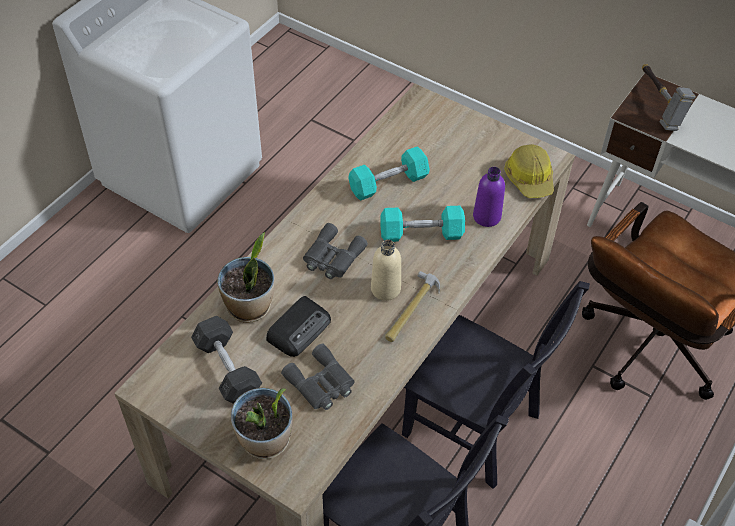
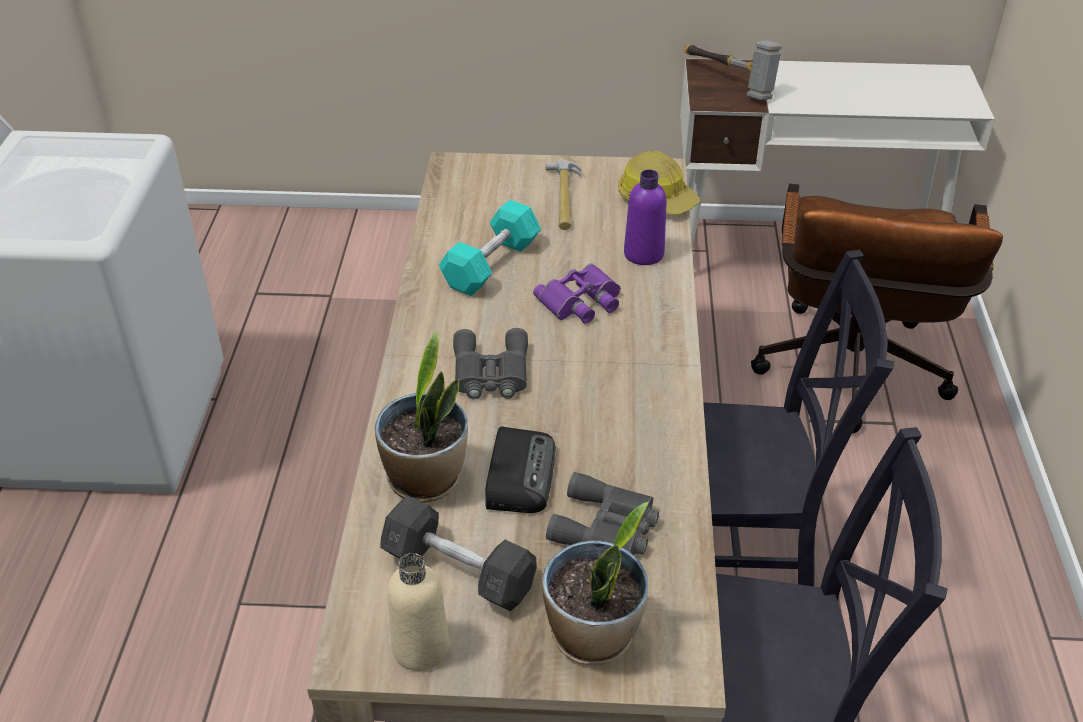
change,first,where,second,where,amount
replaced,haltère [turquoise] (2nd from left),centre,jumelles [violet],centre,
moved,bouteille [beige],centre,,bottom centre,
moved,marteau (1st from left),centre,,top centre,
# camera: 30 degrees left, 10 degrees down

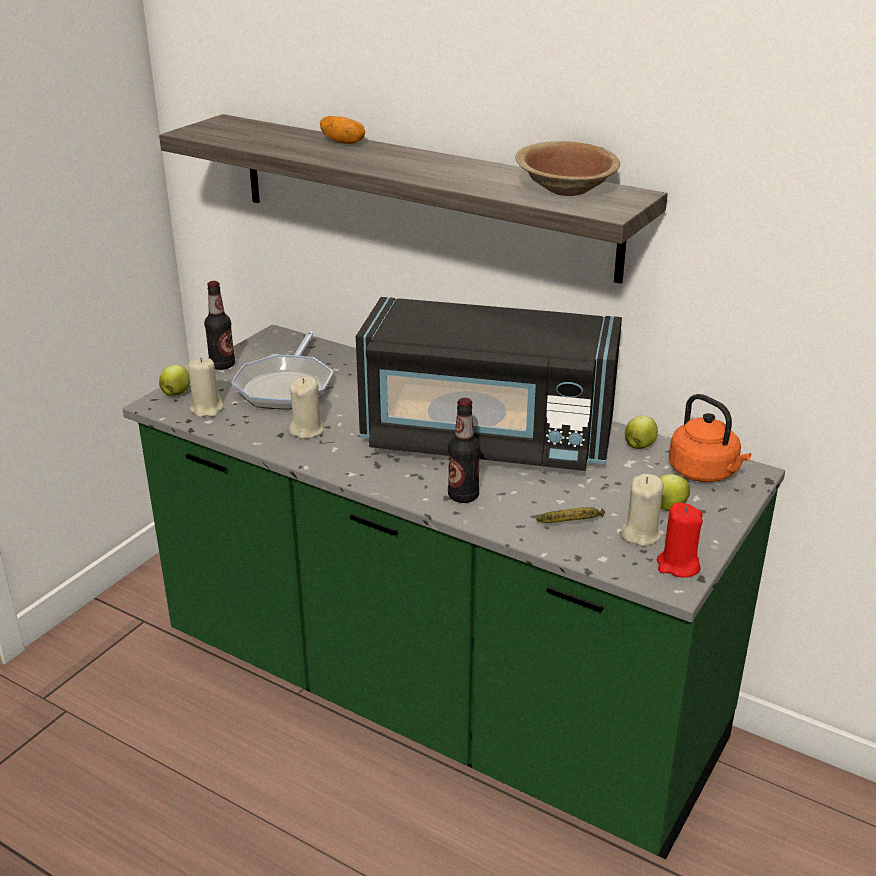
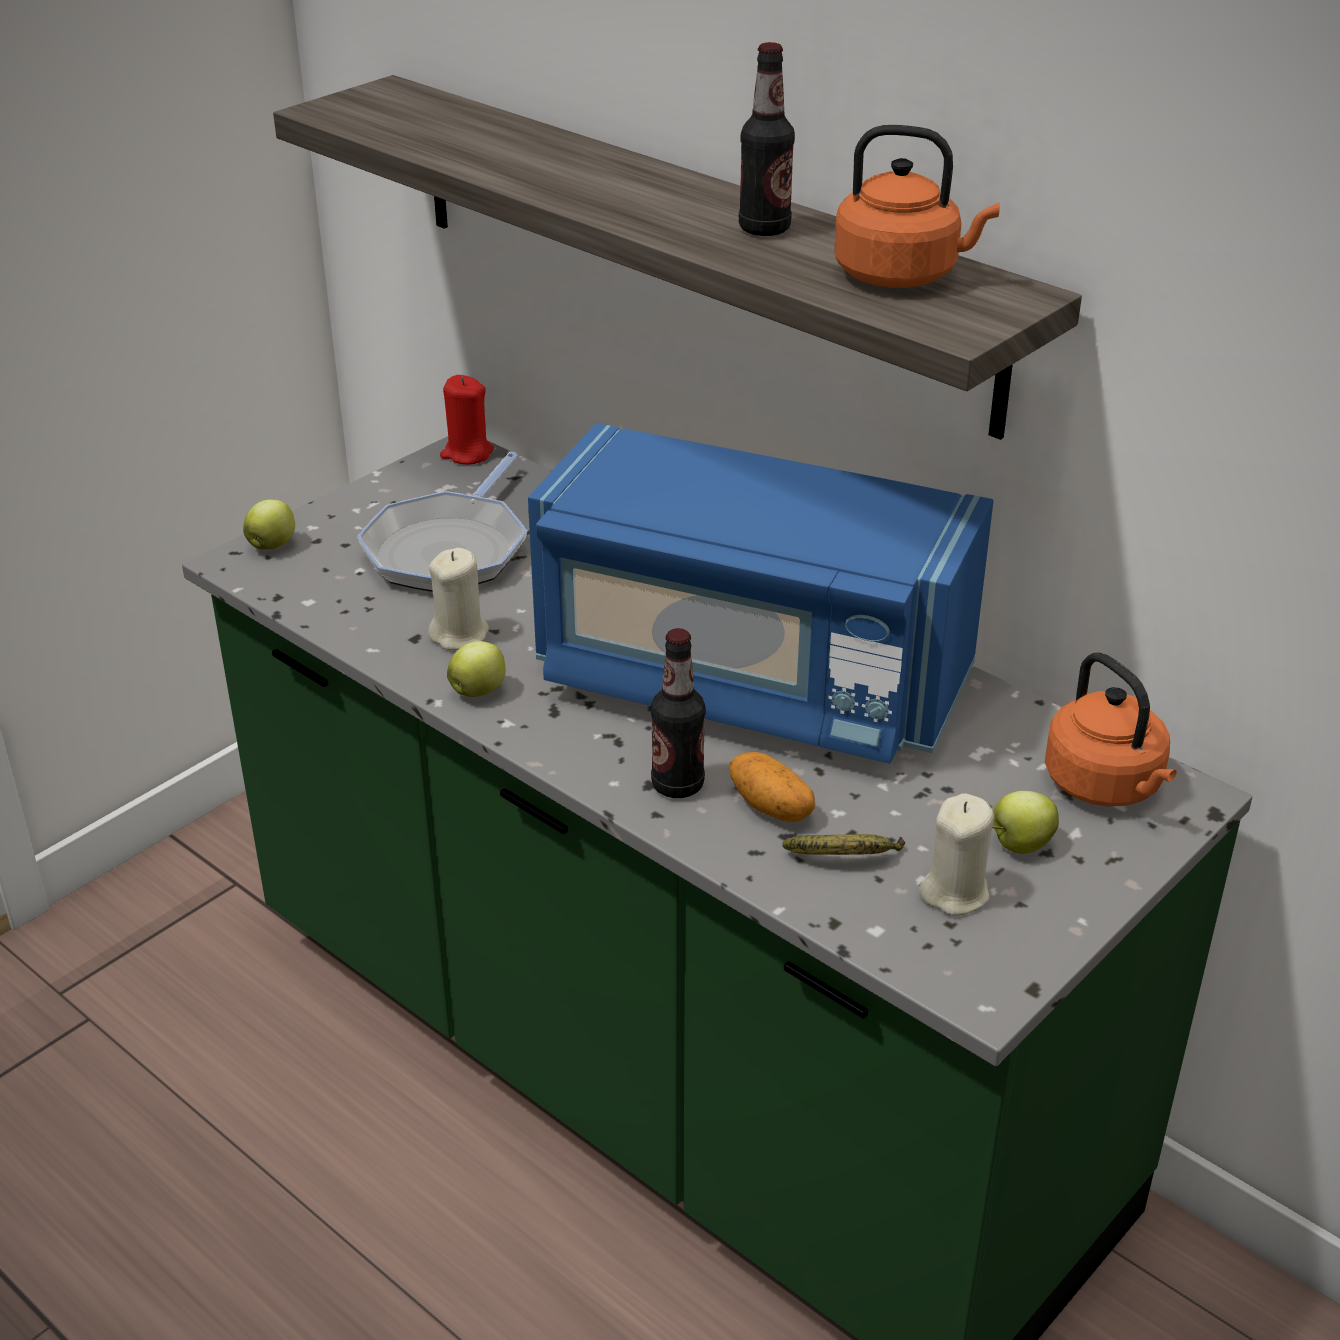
change,first,where,second,where,amount
moved,pomme de terre,top centre,,centre,
replaced,bol [marron],top centre,bouilloire [orange] (1st from left),top right,
moved,bouteille (1st from left in the first image),middle left,bouteille (2nd from left),top centre,
recoloured,micro-ondes [noir],centre,micro-ondes [bleu],centre,
removed,bougie [beige] (1st from left),middle left,,,
moved,pomme (2nd from left),middle right,,centre,
moved,bougie [rouge],middle right,,top centre,
# camera: 10 degrees right, 5 degrees up

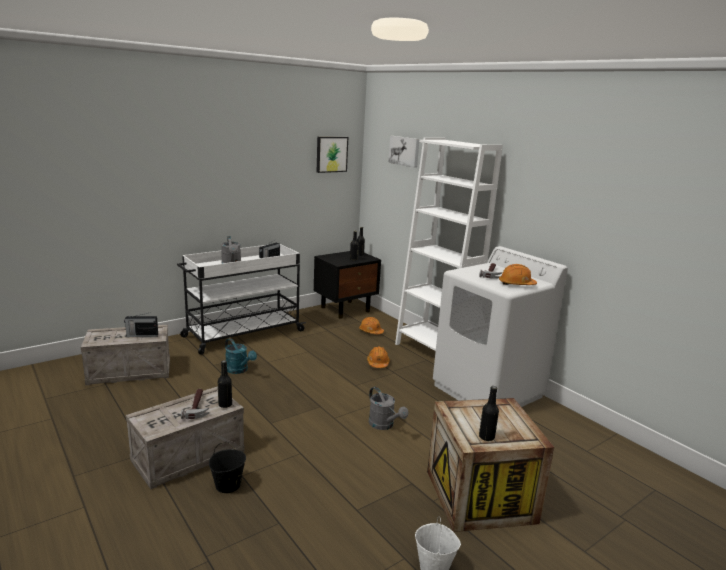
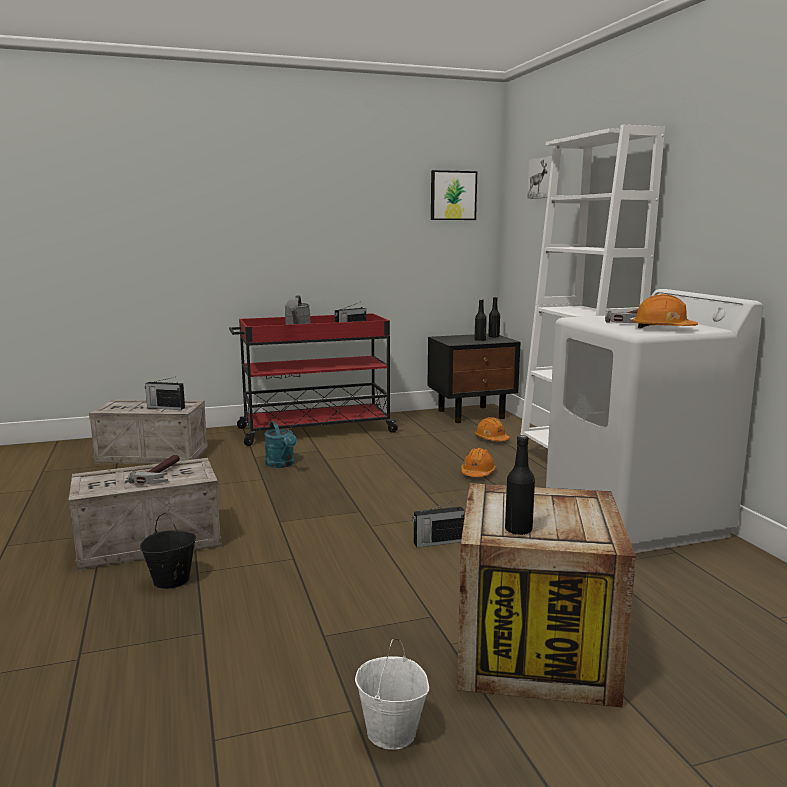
change,first,where,second,where,amount
recoloured,chariot [blanc],middle left,chariot [rouge],centre,
removed,bouteille [noir] (1st from left),bottom left,,,
replaced,arrosoir [gris] (2nd from left),bottom centre,radio (3rd from left),centre,
# camera: 20 degrees right, 5 degrees down

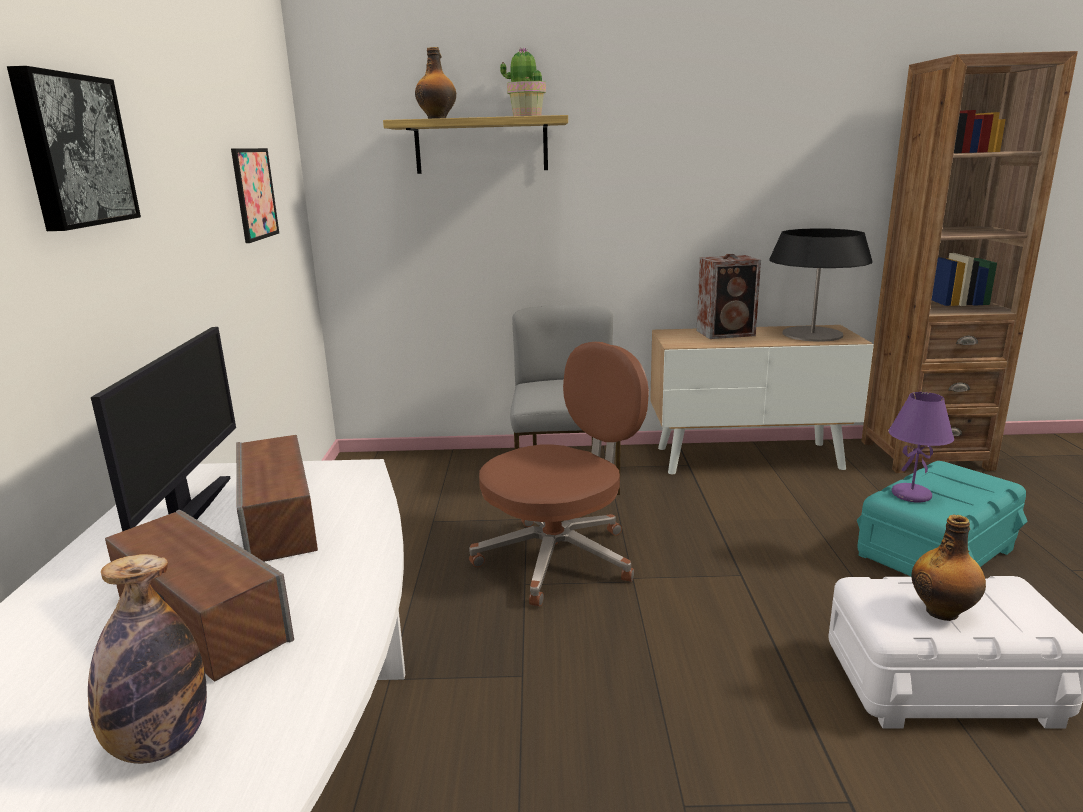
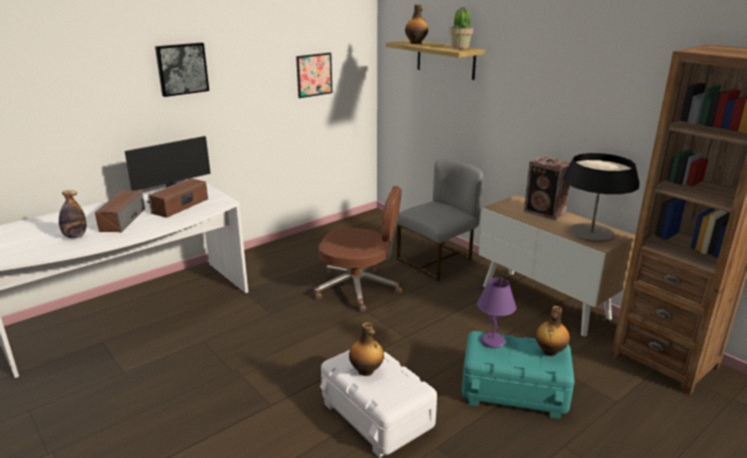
change,first,where,second,where,amount
added,,,bouteille (4th from left),bottom right,
# camera: 50 degrees right, 5 degrees up

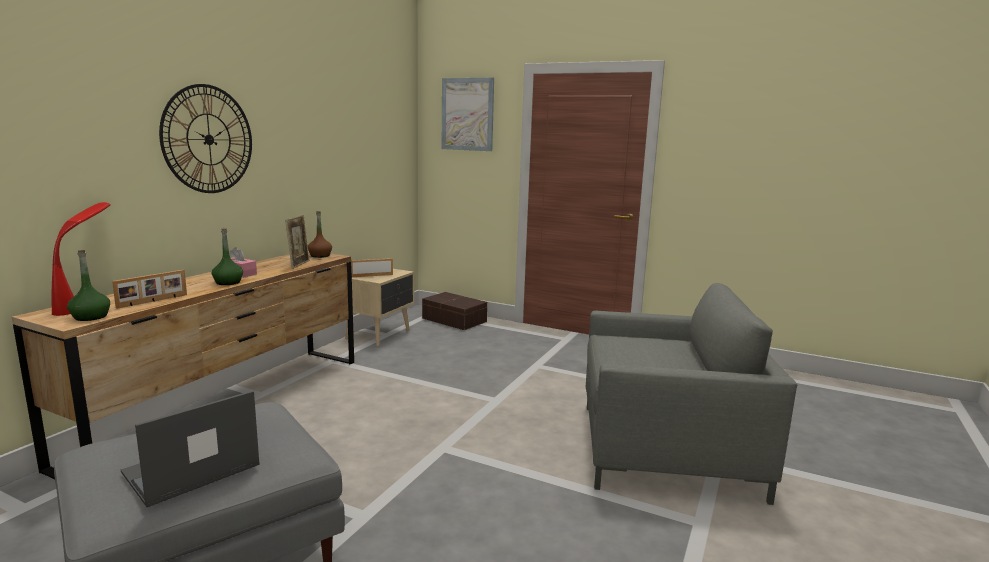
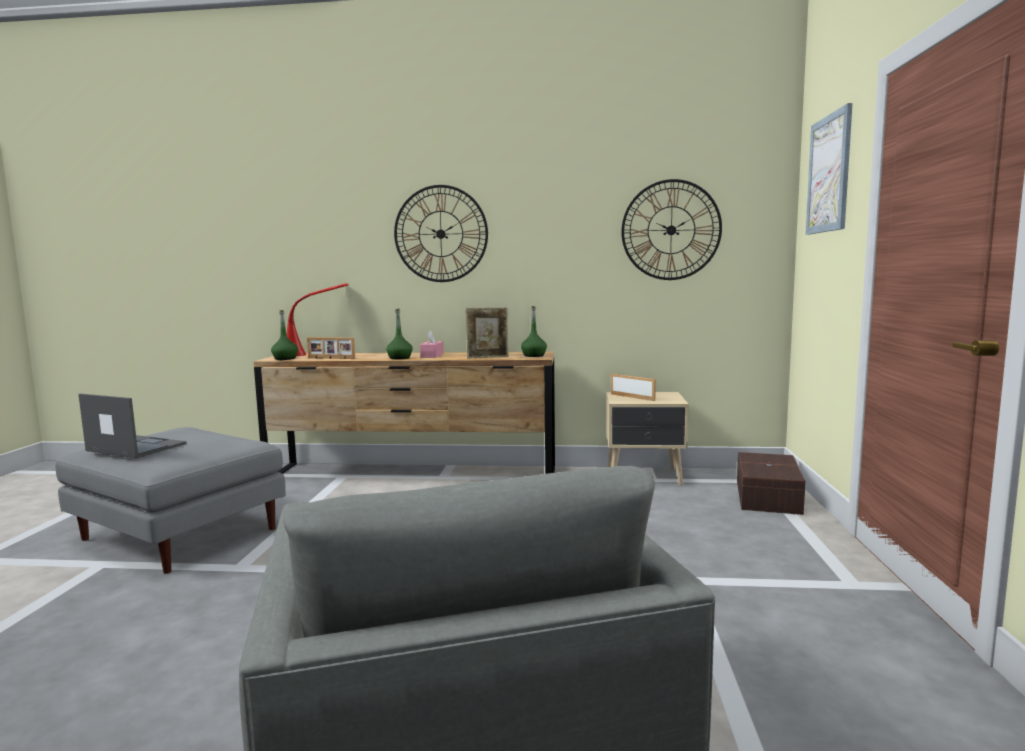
change,first,where,second,where,amount
recoloured,bouteille [marron],middle left,bouteille [vert] (3rd from left),centre,
added,,,horloge murale (2nd from left),top centre,
# camera: 70 degrees right, 5 degrees down

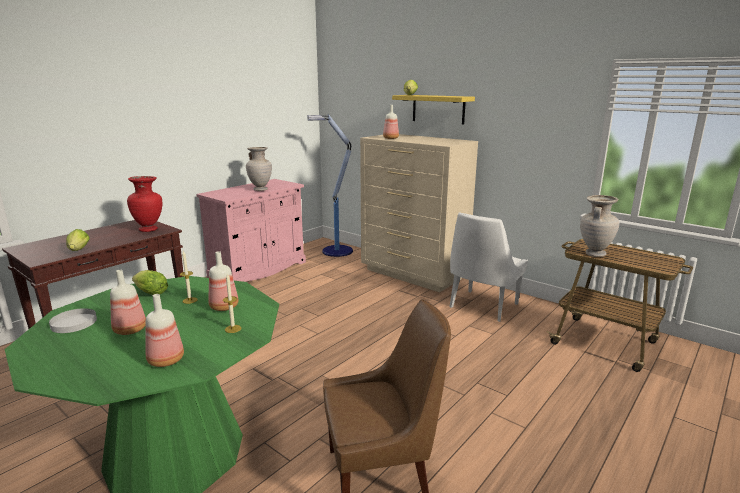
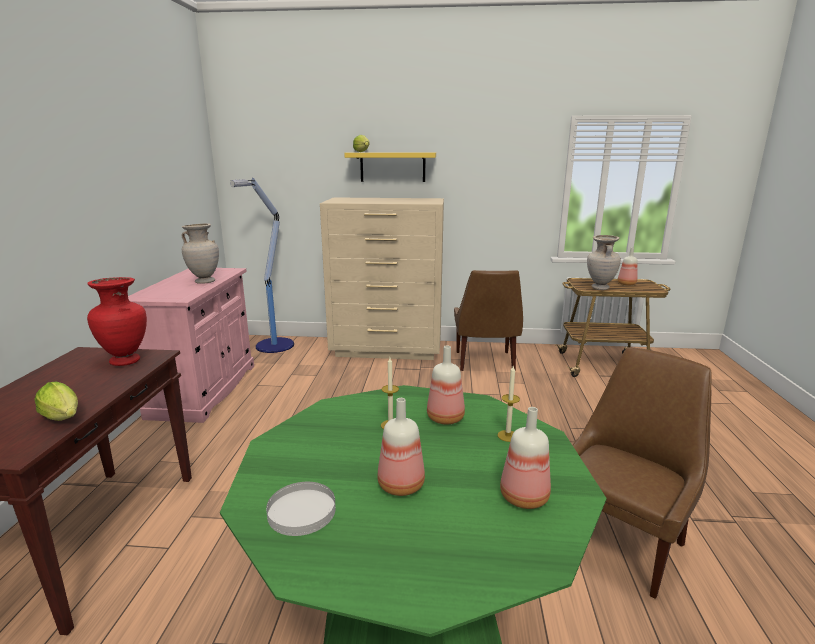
change,first,where,second,where,amount
moved,bouteille (4th from left),top centre,,middle right,
recoloured,chaise [blanc],centre,chaise [marron] (1st from left),centre,
removed,laitue (2nd from left),middle left,,,
# camera: 35 degrees left, 0 degrees up

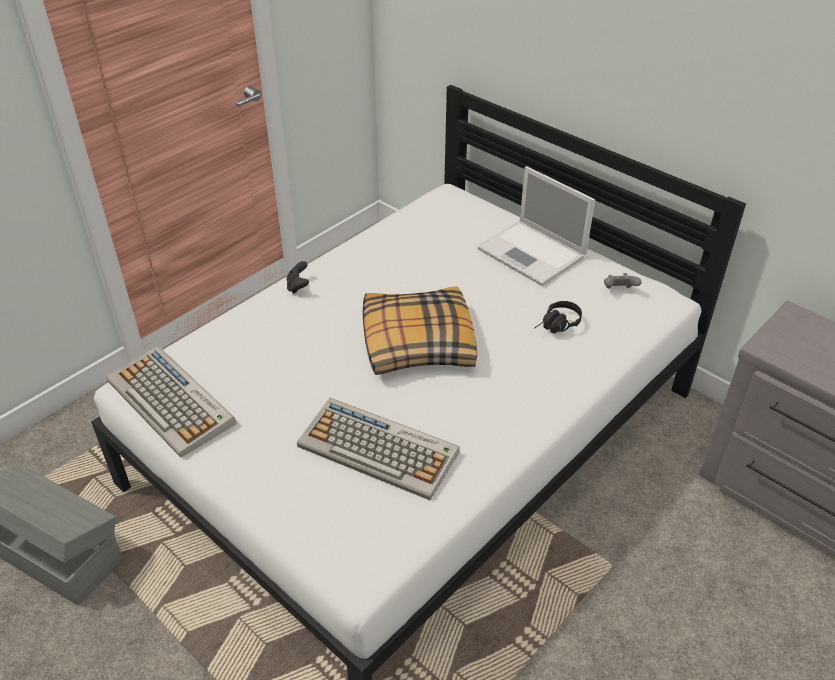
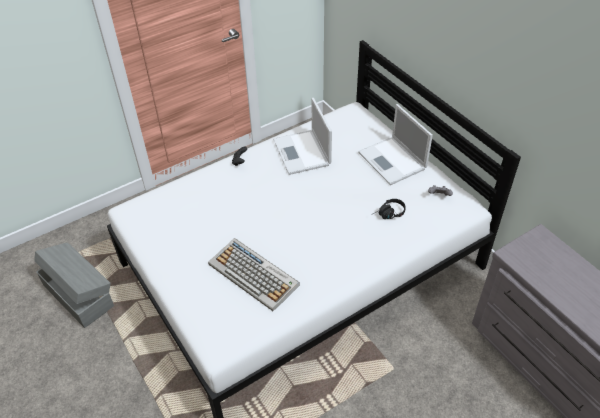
change,first,where,second,where,amount
removed,coussin,centre,,,
removed,clavier (1st from left),middle left,,,
added,,,ordinateur portable (1st from left),top centre,
# camera: 15 degrees right, 5 degrees up

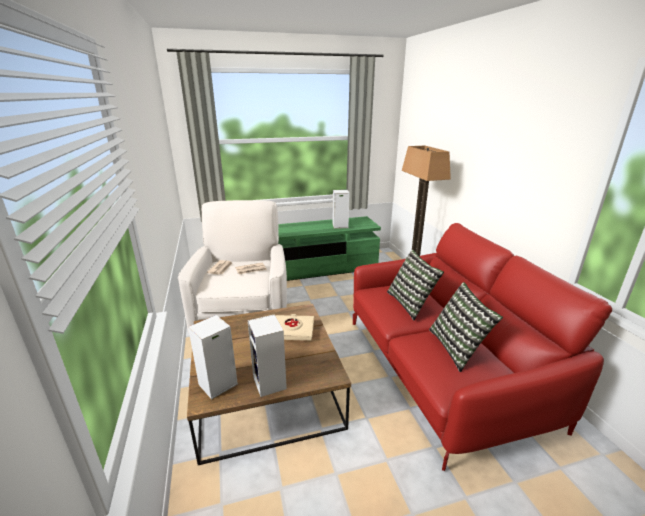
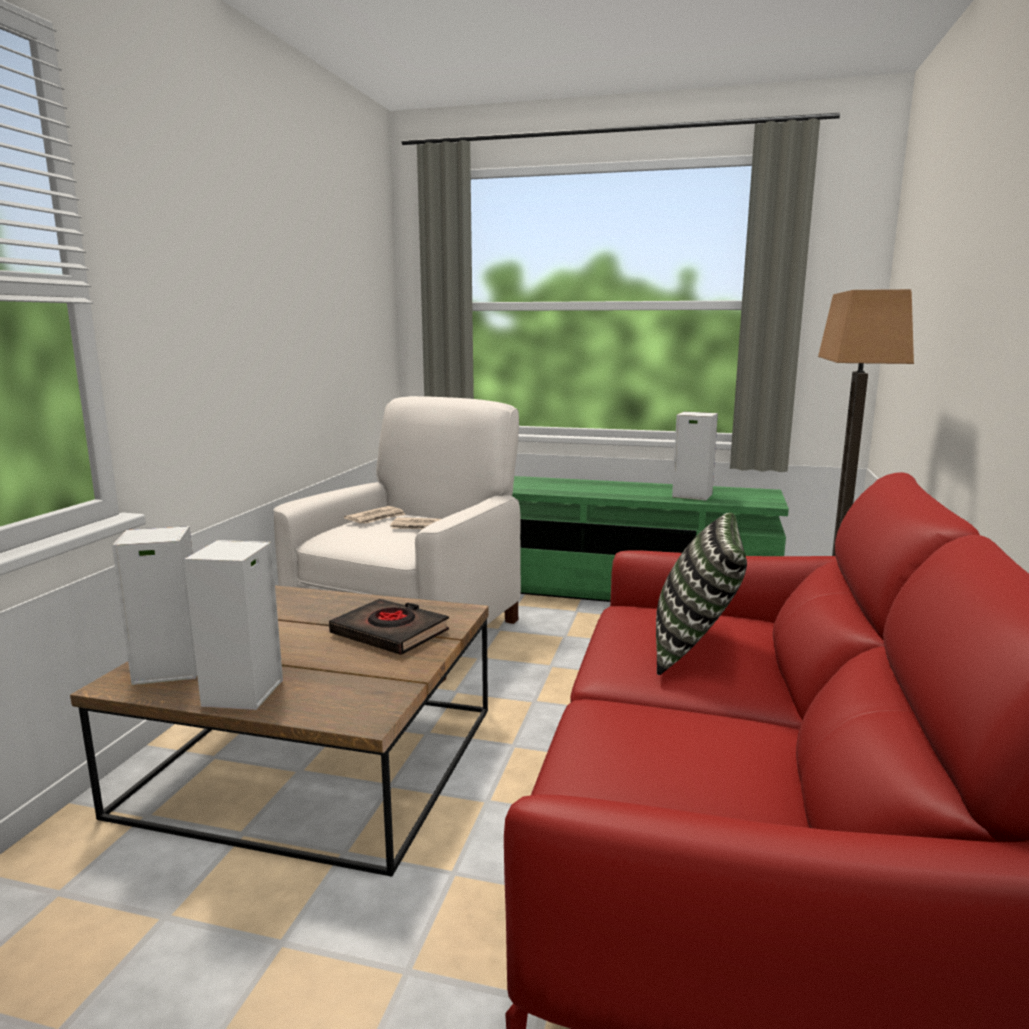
change,first,where,second,where,amount
removed,coussin (2nd from left),middle right,,,
recoloured,livre [beige],centre,livre [noir],centre,
# camera: 30 degrees right, 10 degrees down

